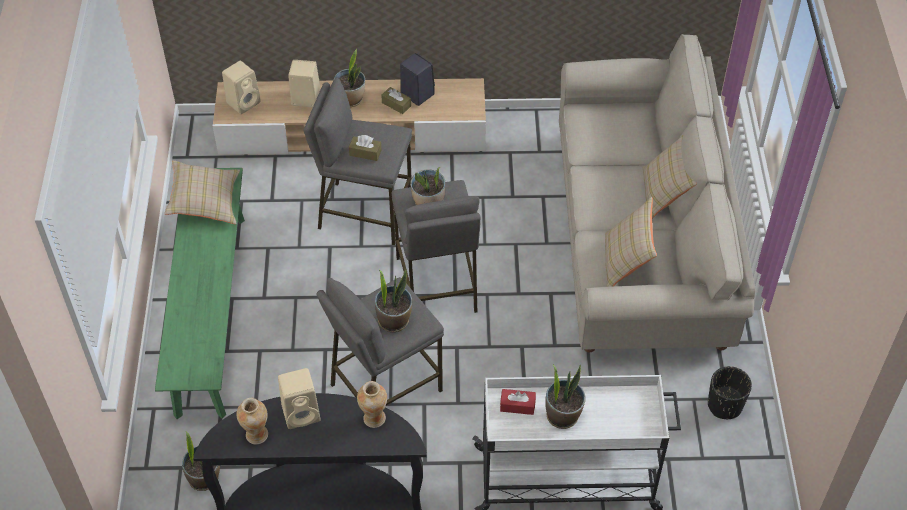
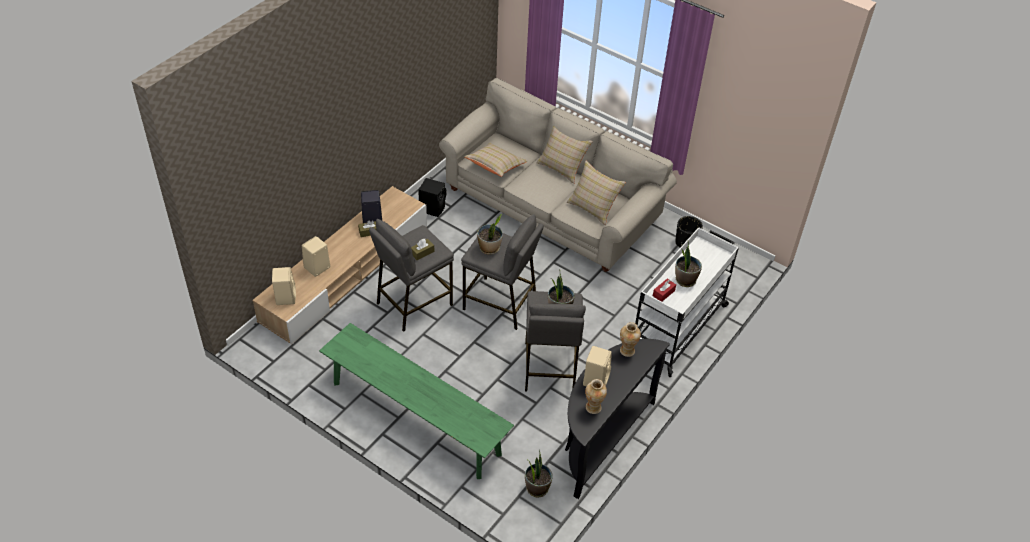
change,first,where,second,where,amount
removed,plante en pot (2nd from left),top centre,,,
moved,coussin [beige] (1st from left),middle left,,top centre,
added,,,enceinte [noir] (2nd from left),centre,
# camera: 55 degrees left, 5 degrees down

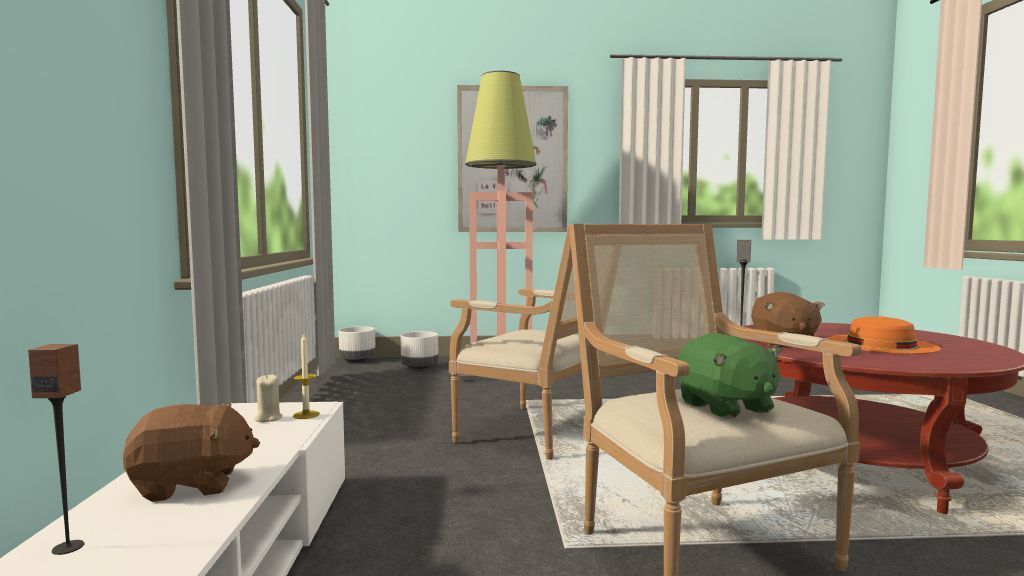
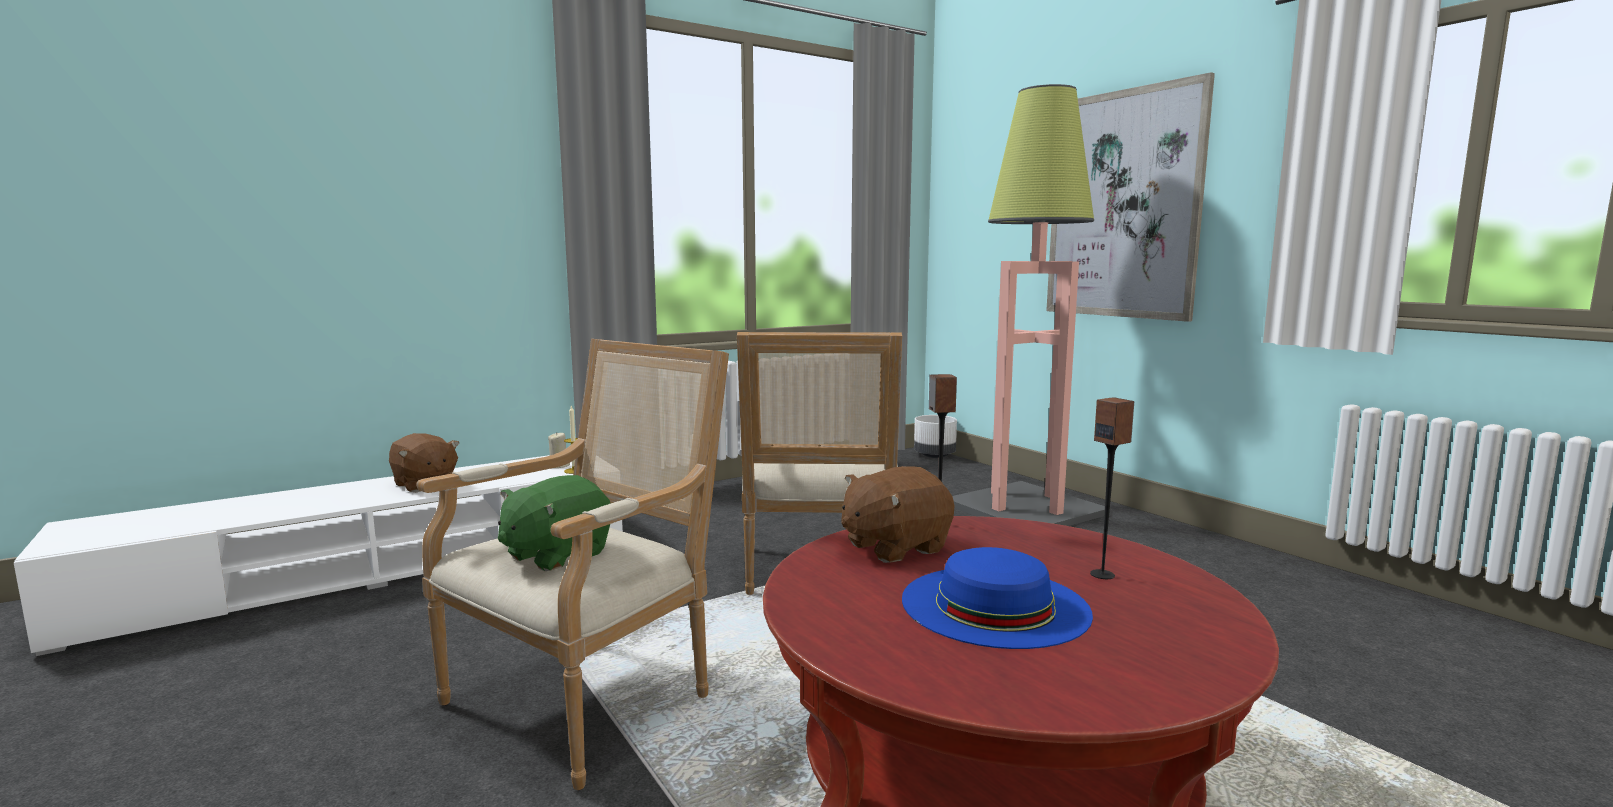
change,first,where,second,where,amount
recoloured,chapeau [orange],middle right,chapeau [bleu],bottom centre,
removed,cache-pot [blanc] (2nd from left),centre,,,
moved,enceinte (1st from left in the first image),bottom left,enceinte (2nd from left),middle right,
# camera: 60 degrees right, 5 degrees up

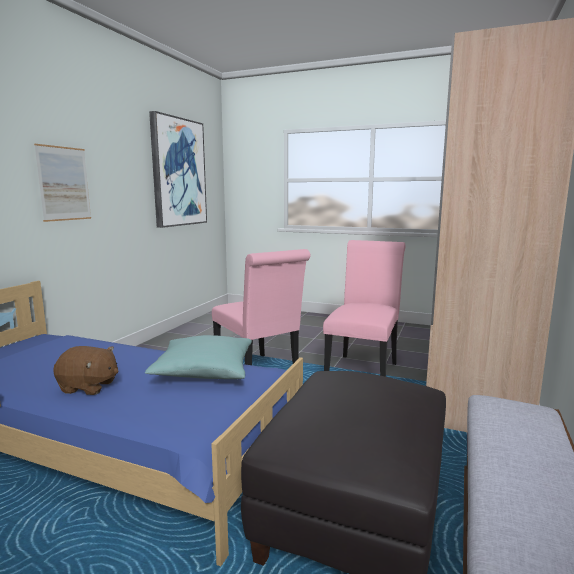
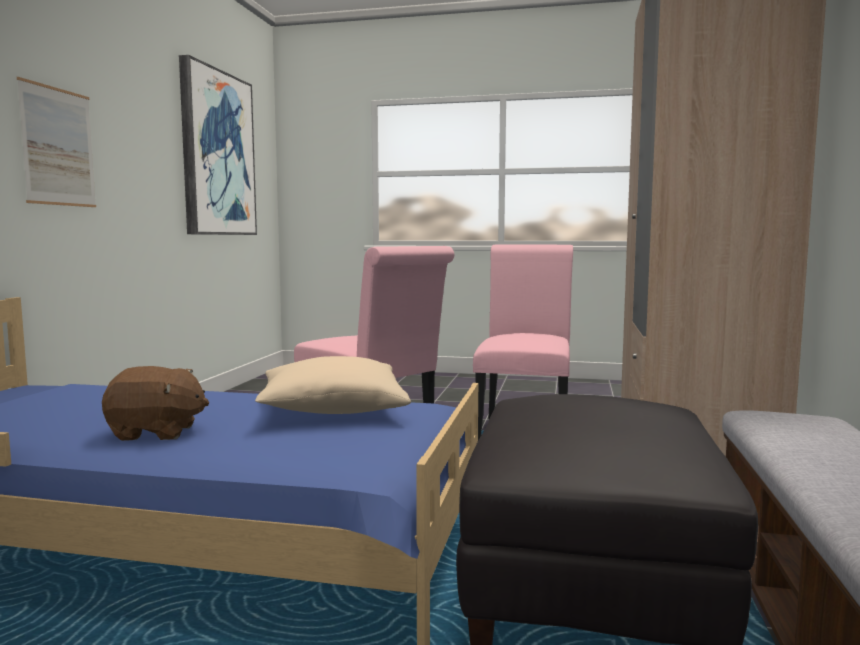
change,first,where,second,where,amount
recoloured,coussin [turquoise],centre,coussin [beige],centre,
# camera: 10 degrees left, 5 degrees down

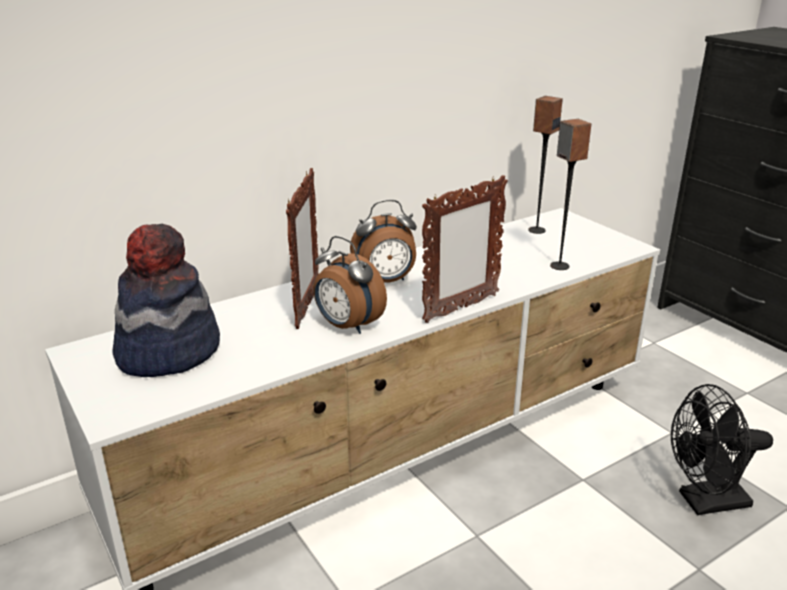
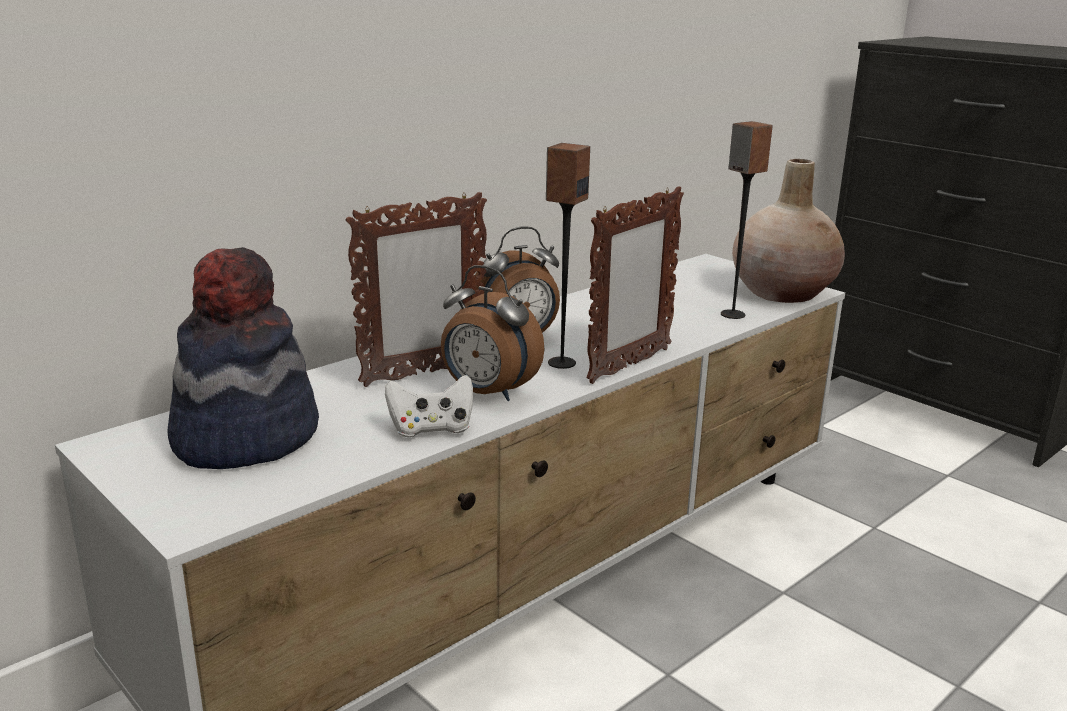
change,first,where,second,where,amount
moved,enceinte (1st from left),top right,,centre,
turned,cadre photo (1st from left),centre,,centre,60 degrees clockwise
removed,ventilateur [noir],bottom right,,,
added,,,vase [beige],top right,
added,,,manette [blanc],centre,
# camera: 10 degrees left, 5 degrees down

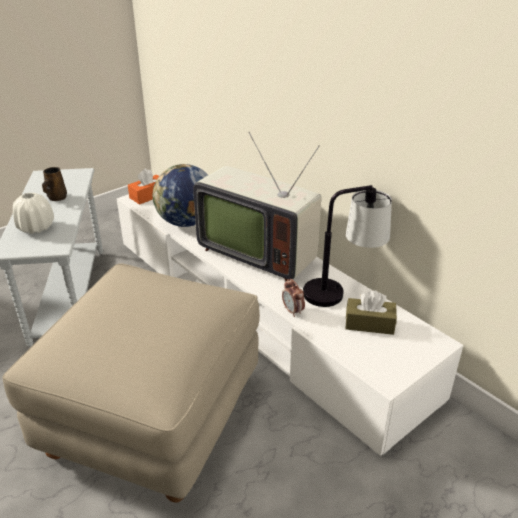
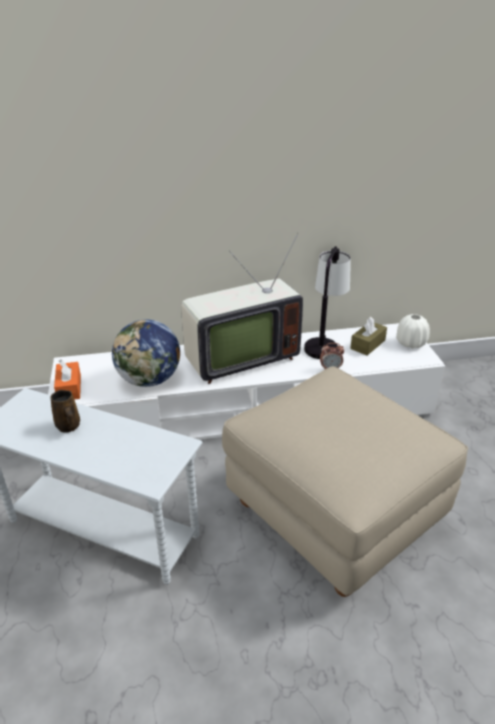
change,first,where,second,where,amount
moved,vase [blanc],middle left,,middle right,
# camera: 60 degrees left, 0 degrees up

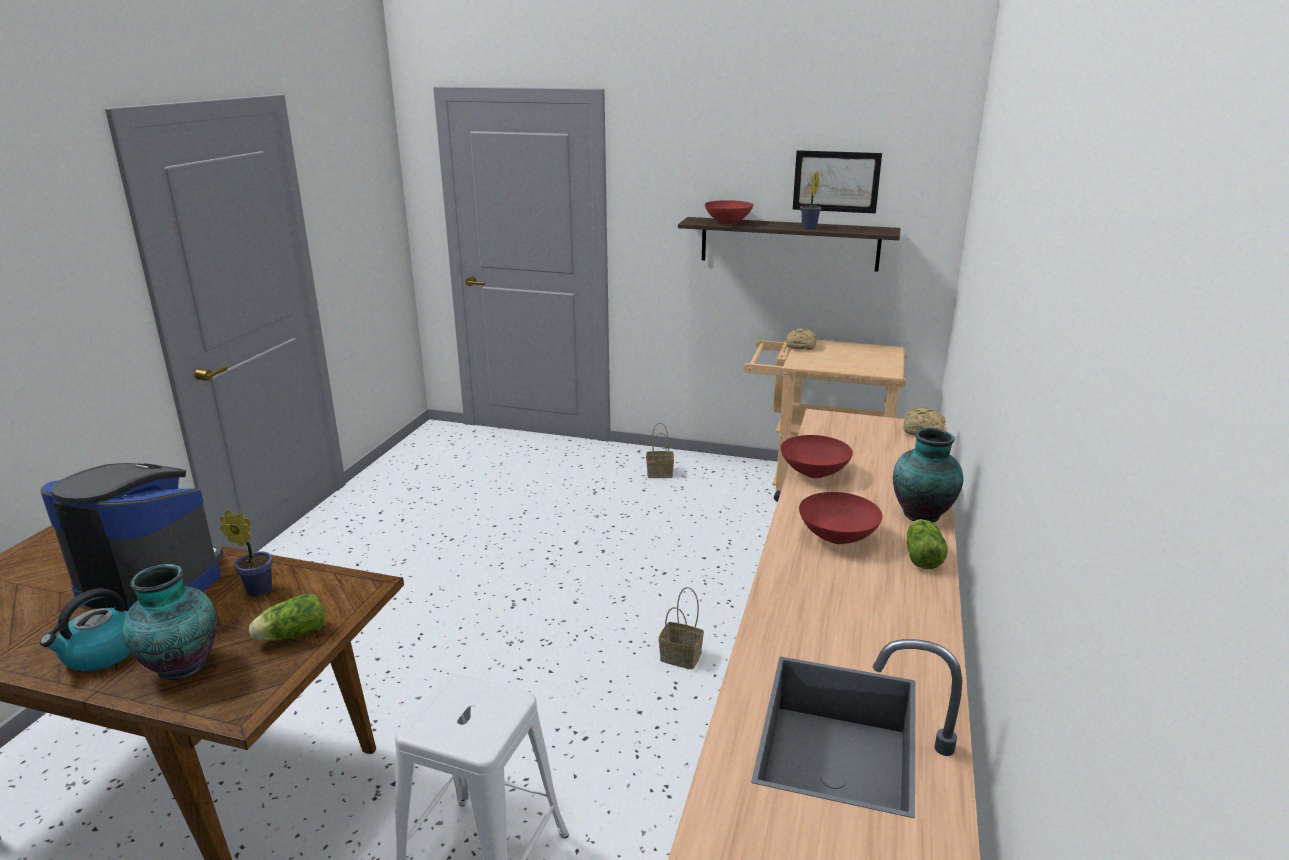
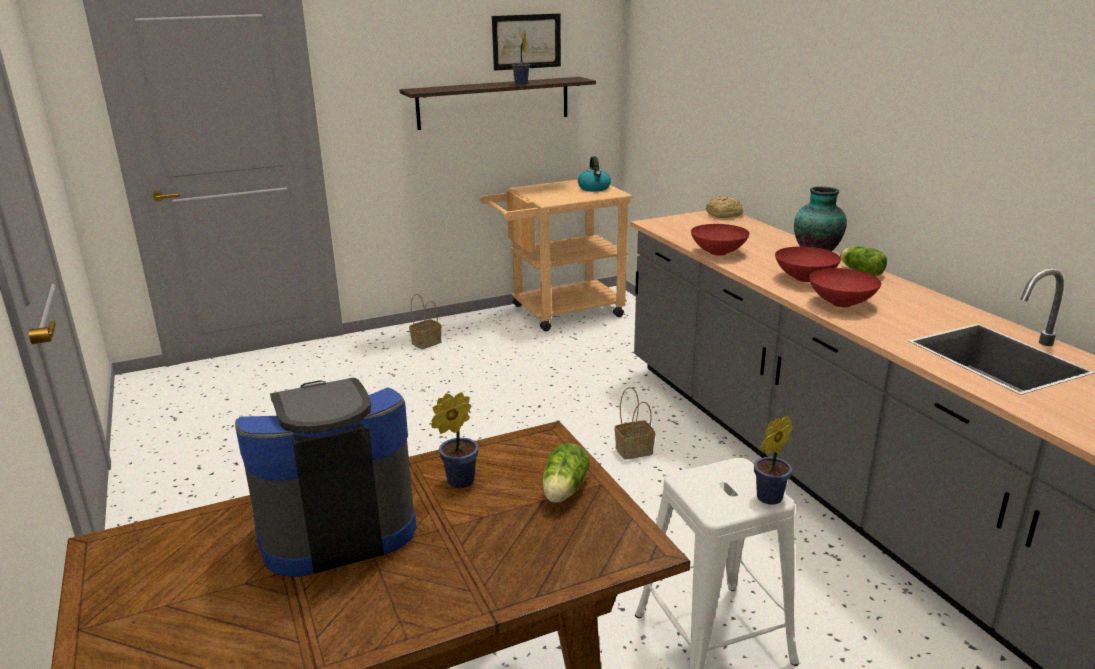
change,first,where,second,where,amount
moved,bol [rouge] (1st from left in the first image),top centre,bol [rouge] (3rd from left),middle right,
removed,pain (1st from left),centre,,,
removed,vase (1st from left),bottom left,,,
moved,bouilloire,bottom left,,top centre,
added,,,plante en pot (3rd from left),bottom right,
# camera: 40 degrees left, 0 degrees up

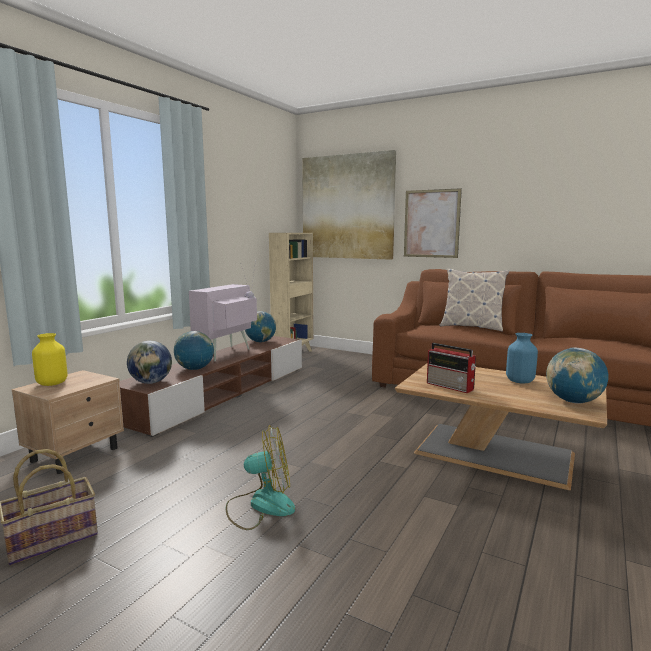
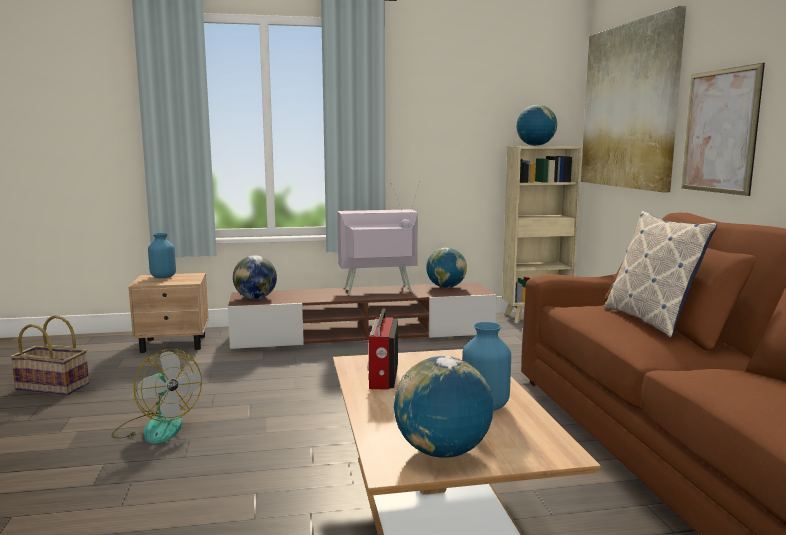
change,first,where,second,where,amount
moved,globe (2nd from left in the first image),middle left,globe (4th from left),top right,
recoloured,vase [jaune],middle left,vase [bleu] (1st from left),middle left,
# camera: 50 degrees right, 0 degrees up

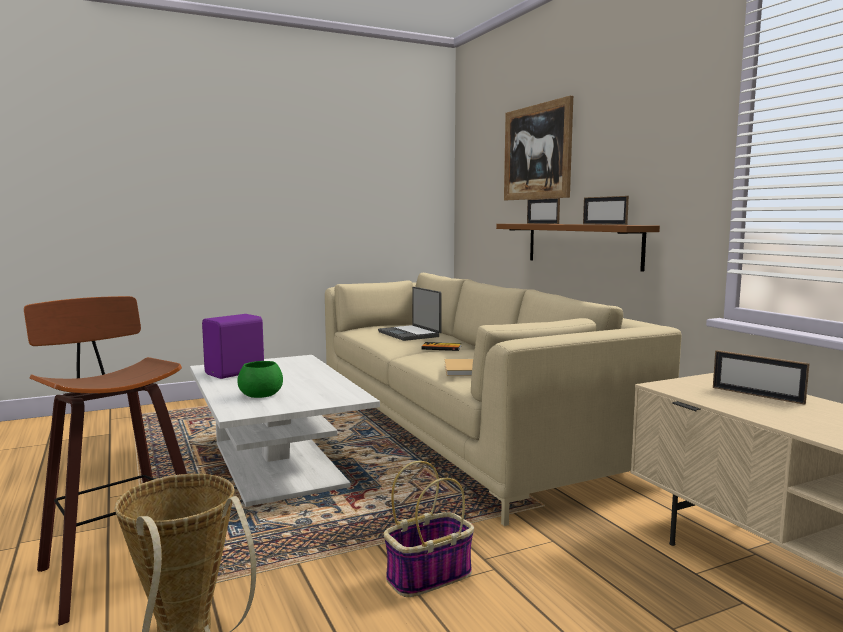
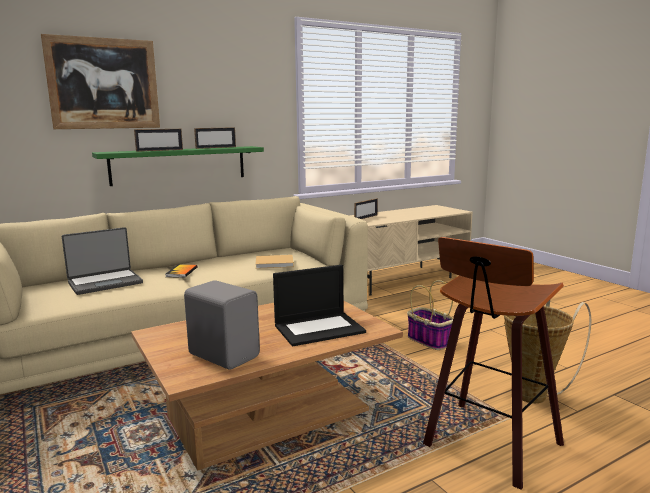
change,first,where,second,where,amount
recoloured,étagère [marron],middle right,étagère [vert],middle left,
recoloured,enceinte [violet],middle left,enceinte [gris],centre,
recoloured,table basse [blanc],bottom centre,table basse [marron],bottom centre,
replaced,bol [vert],middle left,ordinateur portable (2nd from left),centre,
# camera: 95 degrees left, 5 degrees up

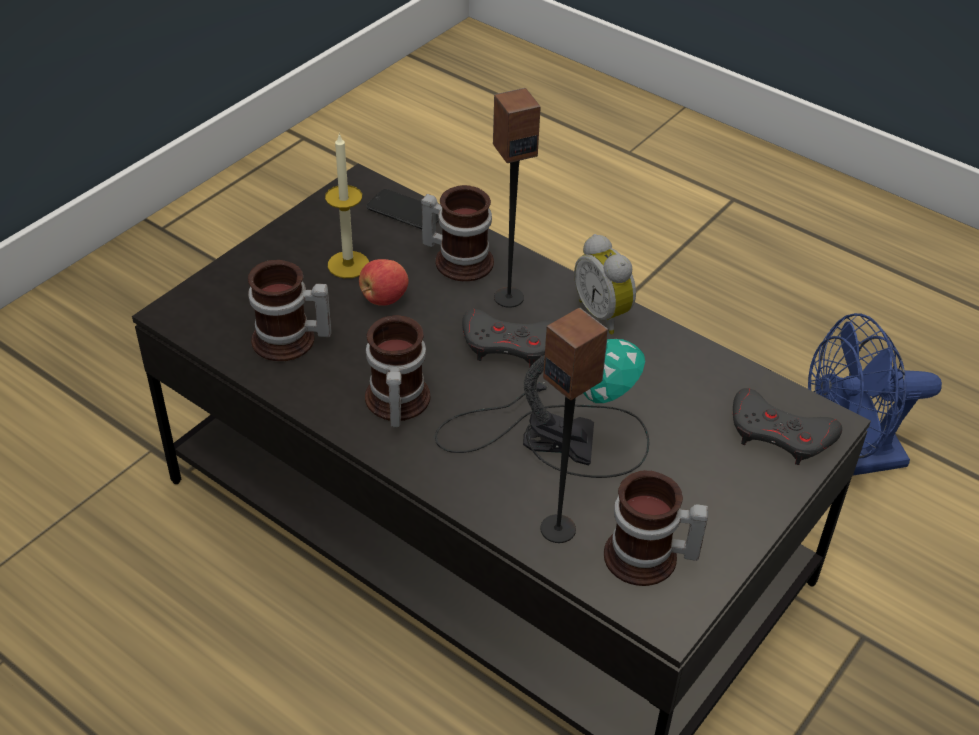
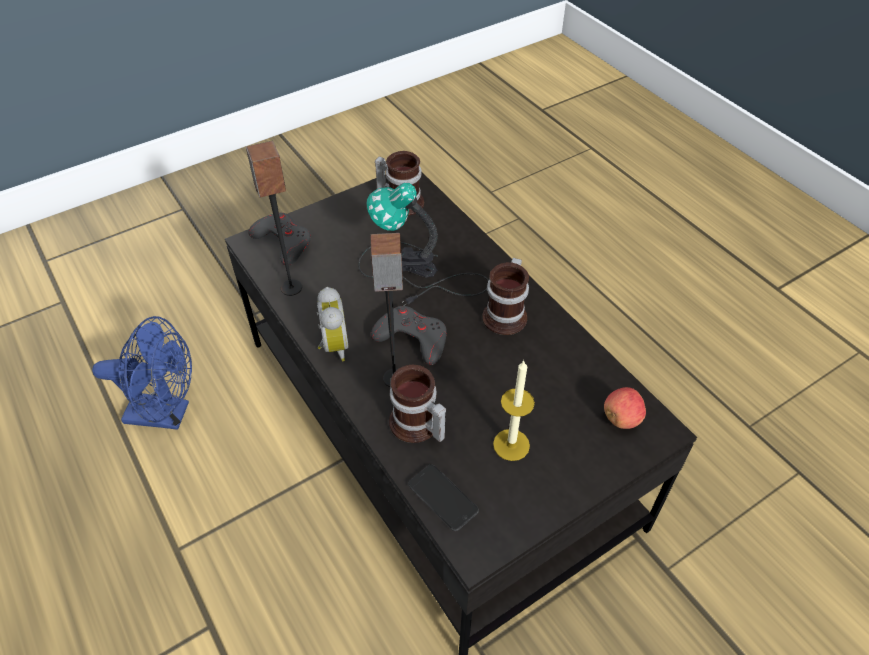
change,first,where,second,where,amount
moved,pomme,centre,,middle right,
removed,mug (1st from left),middle left,,,
moved,enceinte (2nd from left in the first image),centre,enceinte (1st from left),top left,
# camera: 160 degrees left, 5 degrees up

